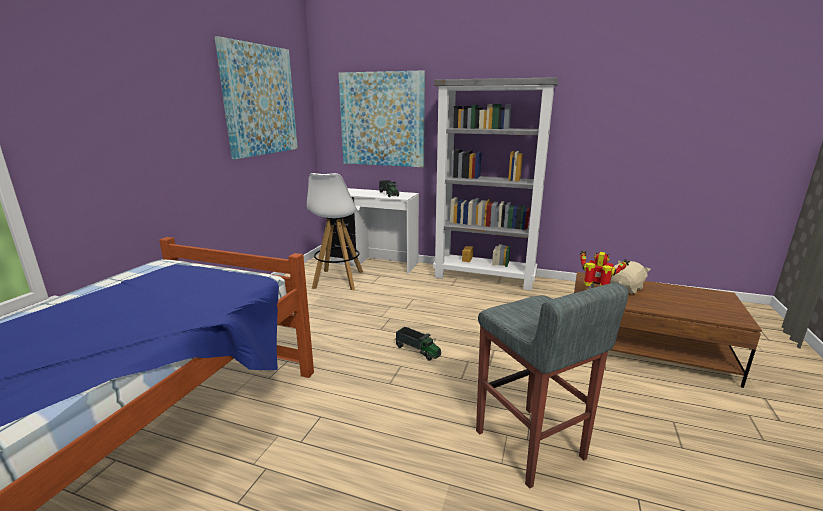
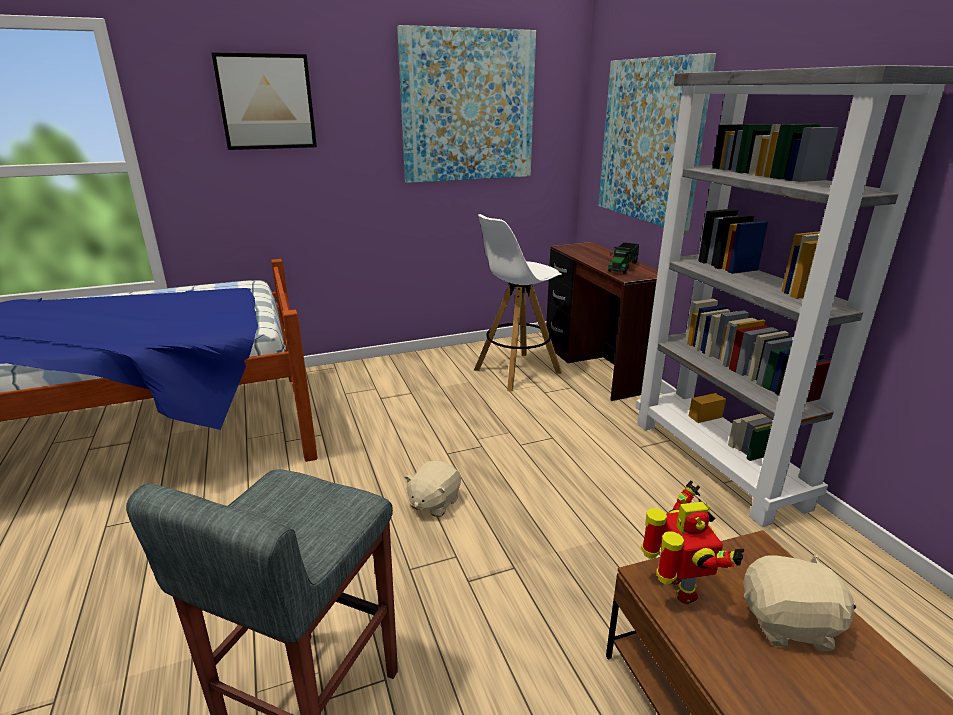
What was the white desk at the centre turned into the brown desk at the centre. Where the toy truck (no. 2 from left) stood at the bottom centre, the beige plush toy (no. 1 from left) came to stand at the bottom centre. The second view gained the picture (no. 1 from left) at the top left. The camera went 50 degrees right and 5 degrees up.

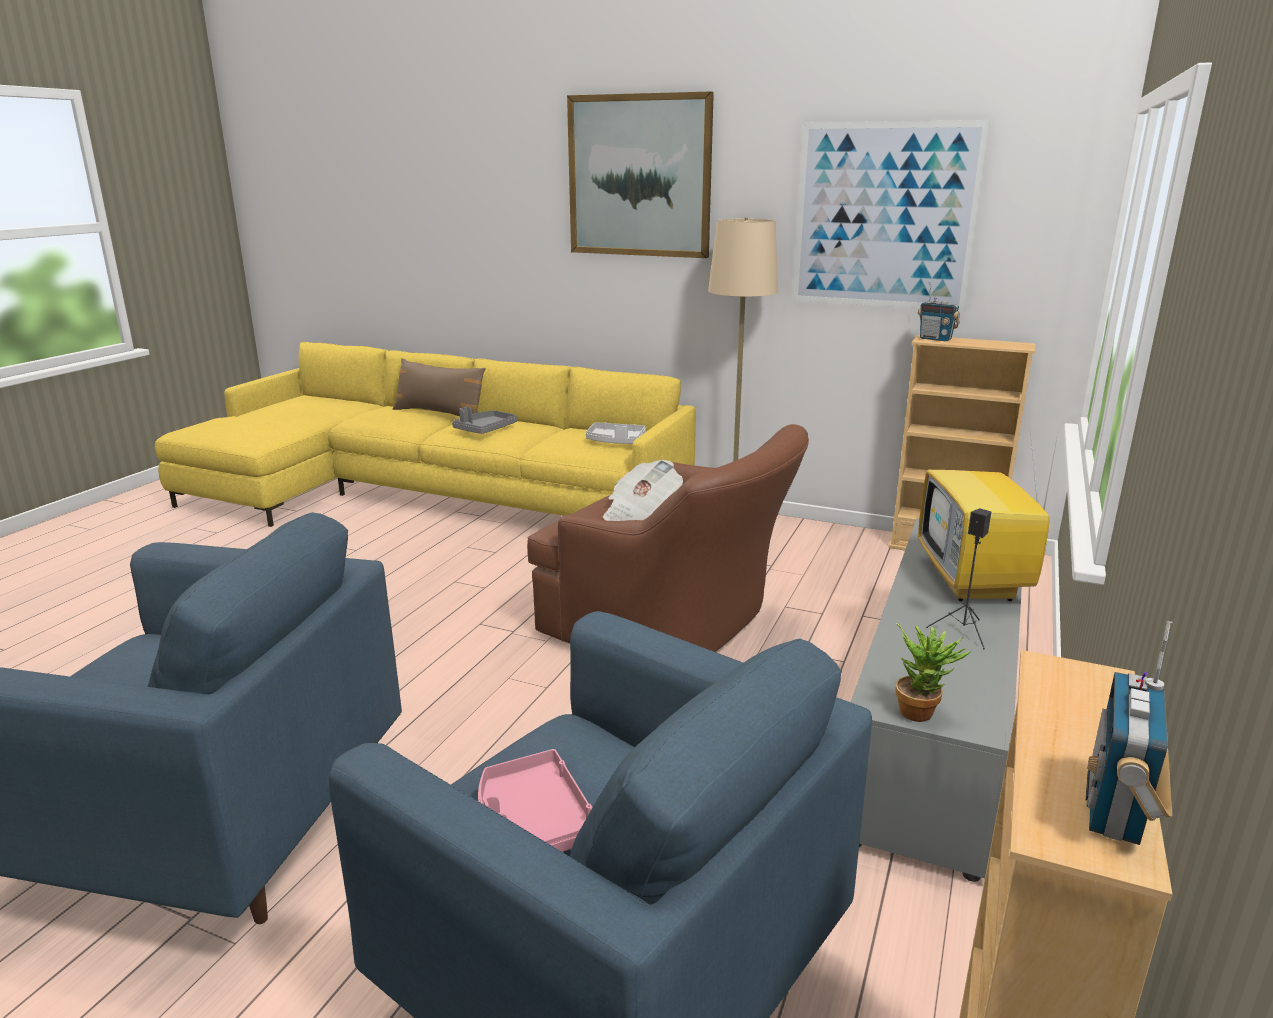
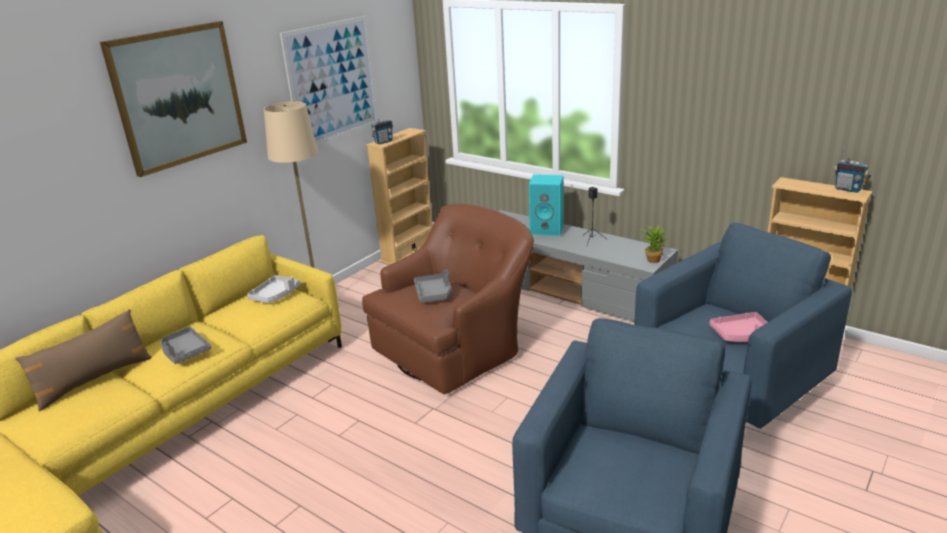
Where the television stood at the middle right, the turquoise speaker came to stand at the centre. Where the newspaper stood at the centre, the grey tray (no. 3 from left) came to stand at the centre. The camera went 75 degrees left and 5 degrees up.

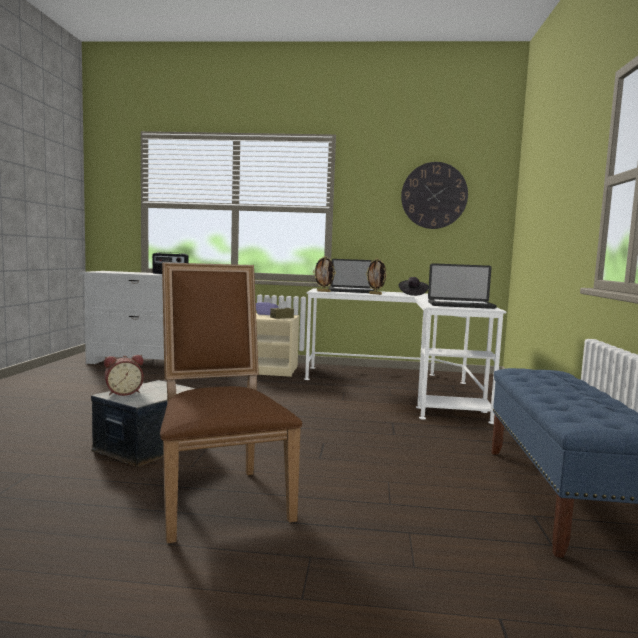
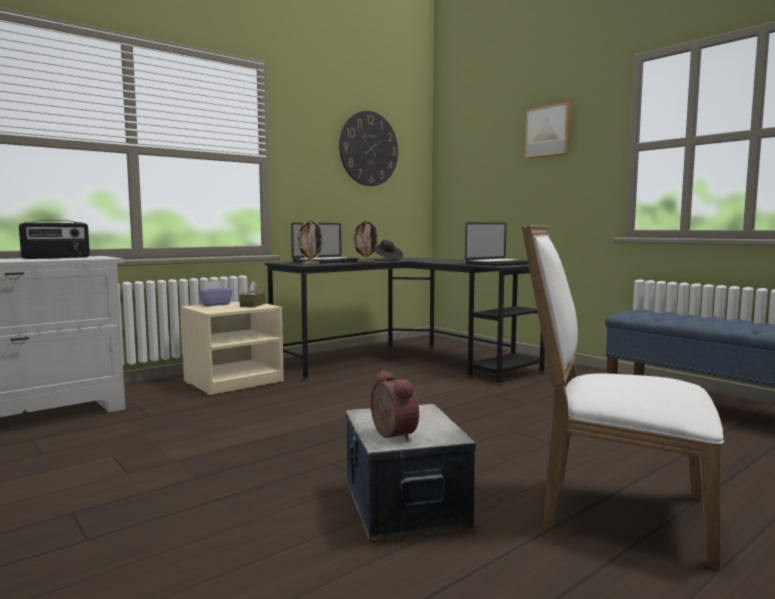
What was the brown chair at the centre turned into the white chair at the middle right. What was the white desk at the centre turned into the black desk at the centre. The alarm clock at the middle left ended up facing another way, 45 degrees counterclockwise from before. The second view gained the picture at the top right. The camera went 45 degrees left and 0 degrees up.

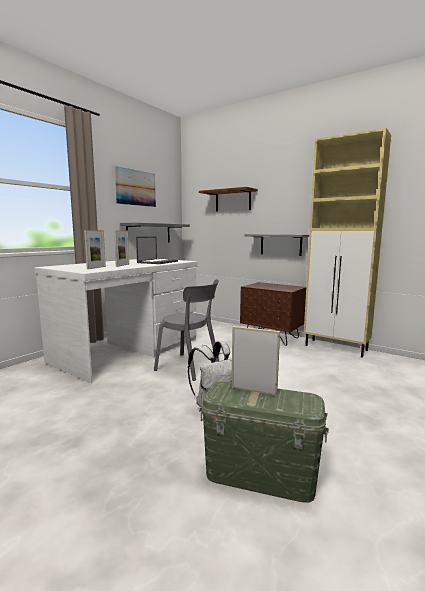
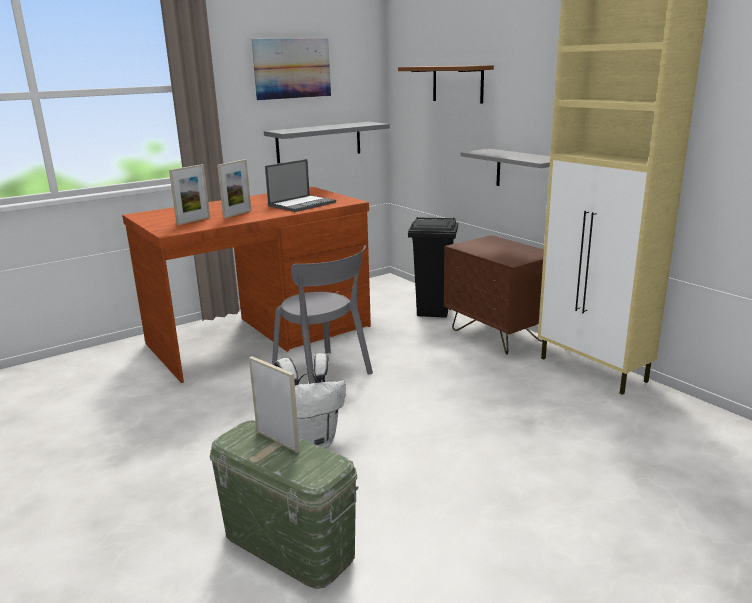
What was the white desk at the middle left turned into the brown desk at the middle left. The second view gained the black trash can at the centre. The camera went 20 degrees right and 10 degrees up.

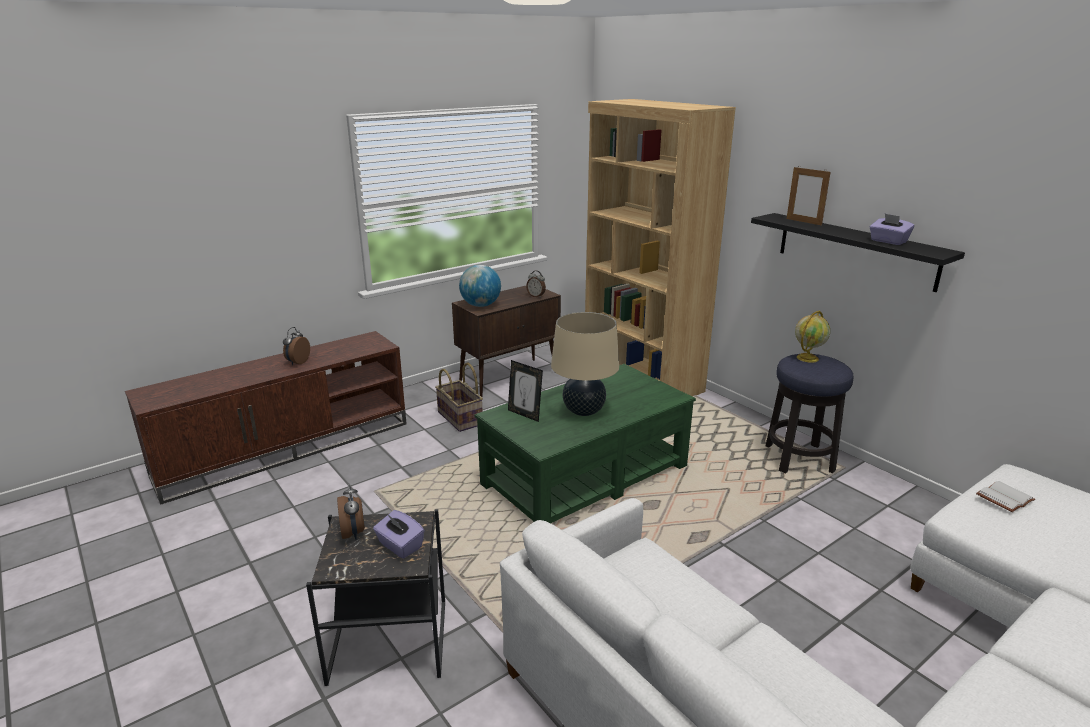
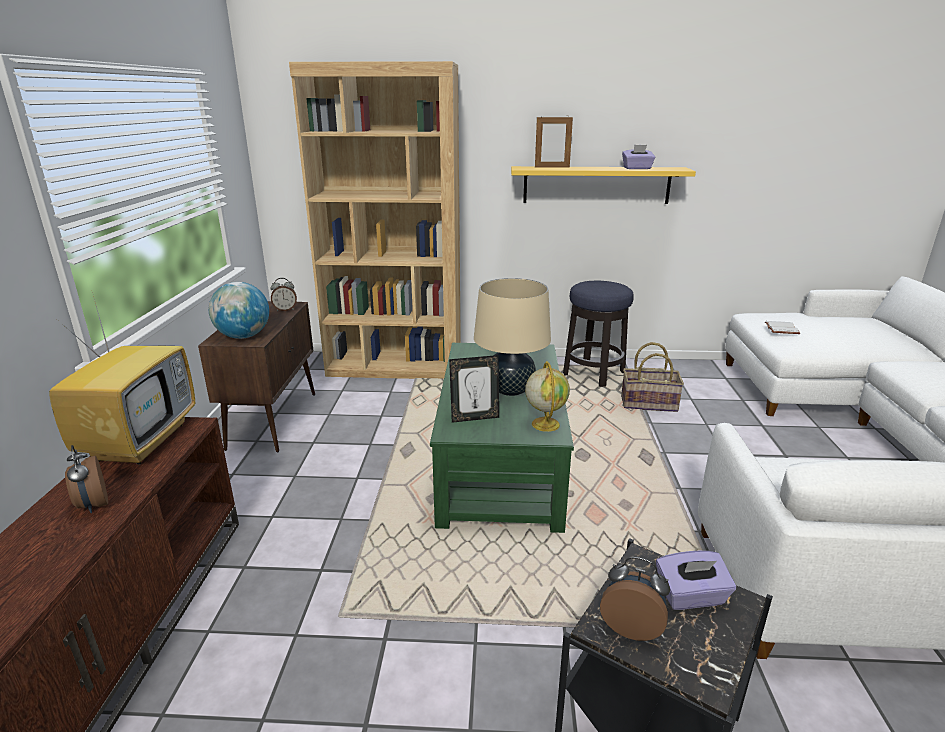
What was the black shelf at the middle right turned into the yellow shelf at the top centre. The globe (no. 2 from left) ended up elsewhere, having gone from the middle right to the centre. The basket ended up elsewhere, having gone from the centre to the middle right. The second view gained the television at the middle left. The camera went 50 degrees left and 0 degrees up.

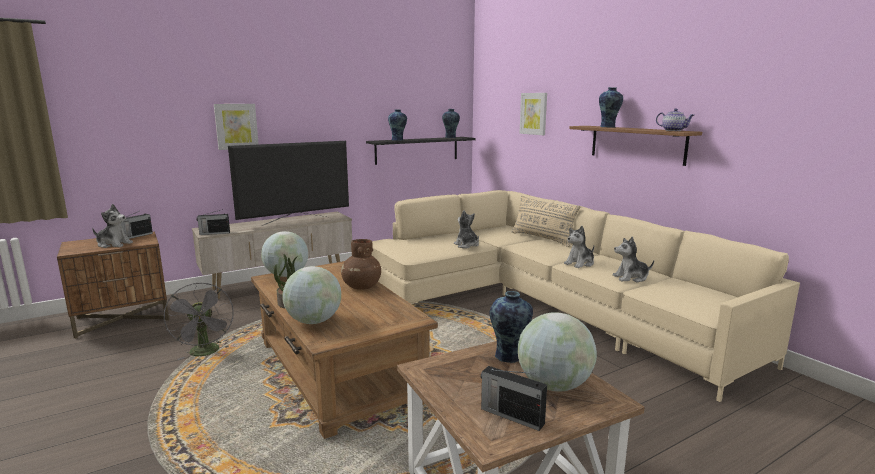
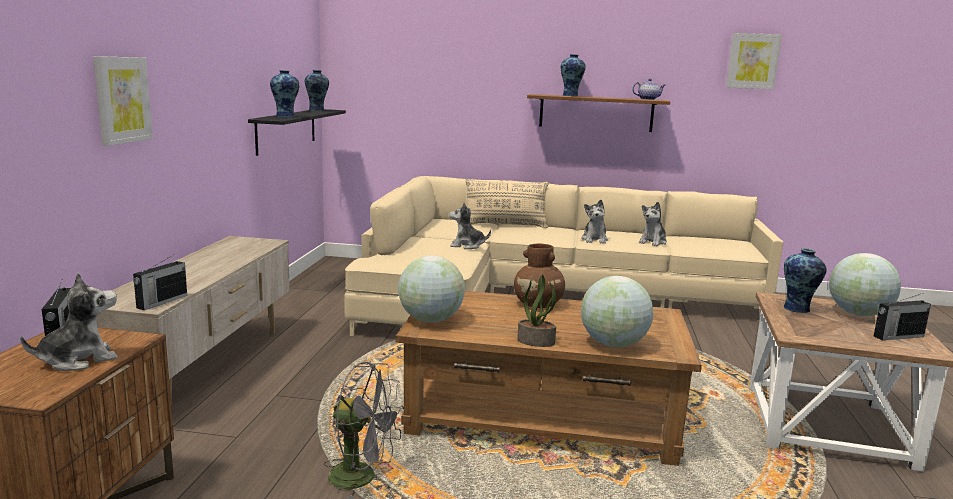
The picture (no. 2 from left) ended up elsewhere, having gone from the top centre to the top right. The second view lost the television at the middle left. The camera went 50 degrees left and 0 degrees up.

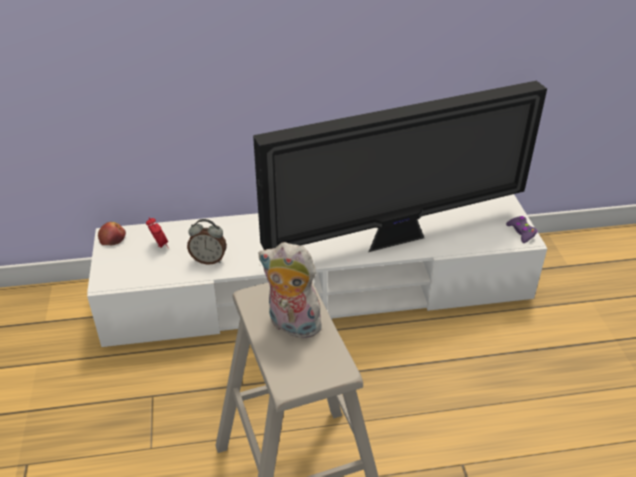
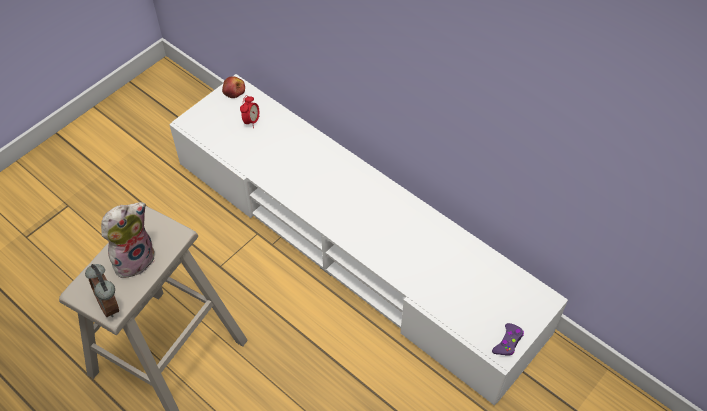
The second view lost the television at the centre. The alarm clock (no. 2 from left in the first image) ended up elsewhere, having gone from the middle left to the bottom left. The plush toy at the centre ended up facing another way, 60 degrees clockwise from before. The camera went 50 degrees right and 15 degrees up.

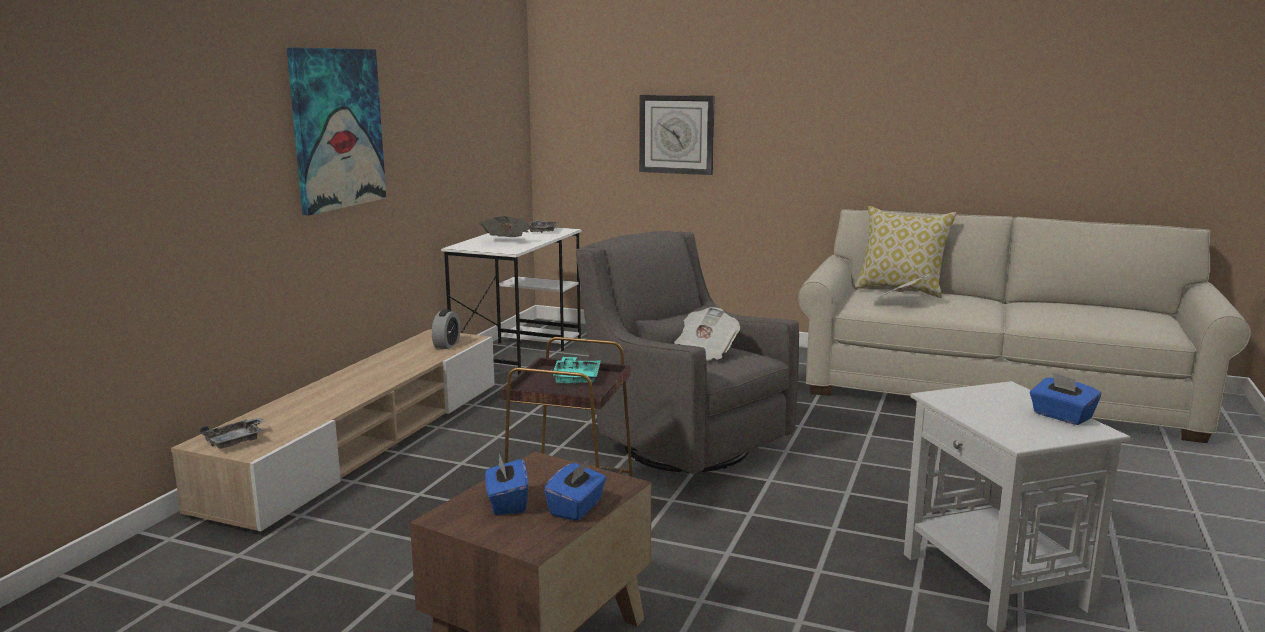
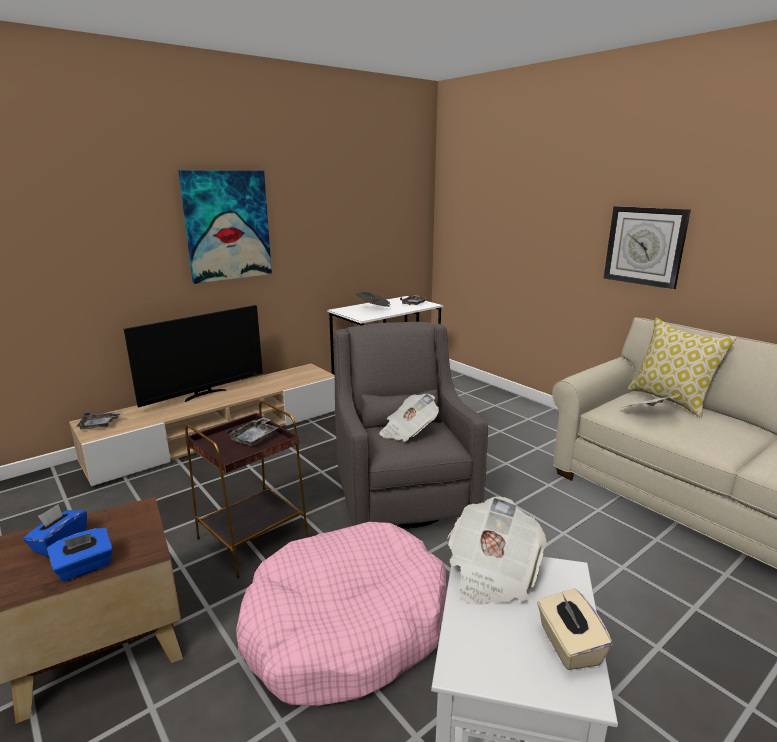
The wall clock ended up elsewhere, having gone from the top centre to the top right. The second view lost the alarm clock at the centre. What was the turquoise tray at the centre turned into the grey tray (no. 2 from left) at the middle left. What was the blue tissue box (no. 3 from left) at the middle right turned into the beige tissue box at the bottom right. The second view gained the television at the middle left. The second view gained the newspaper (no. 3 from left) at the bottom centre. The second view gained the pink dog bed at the bottom centre. The camera went 30 degrees right and 5 degrees up.

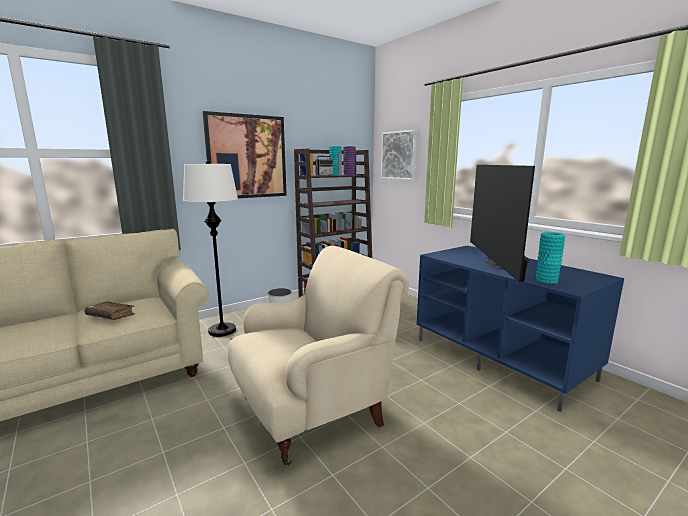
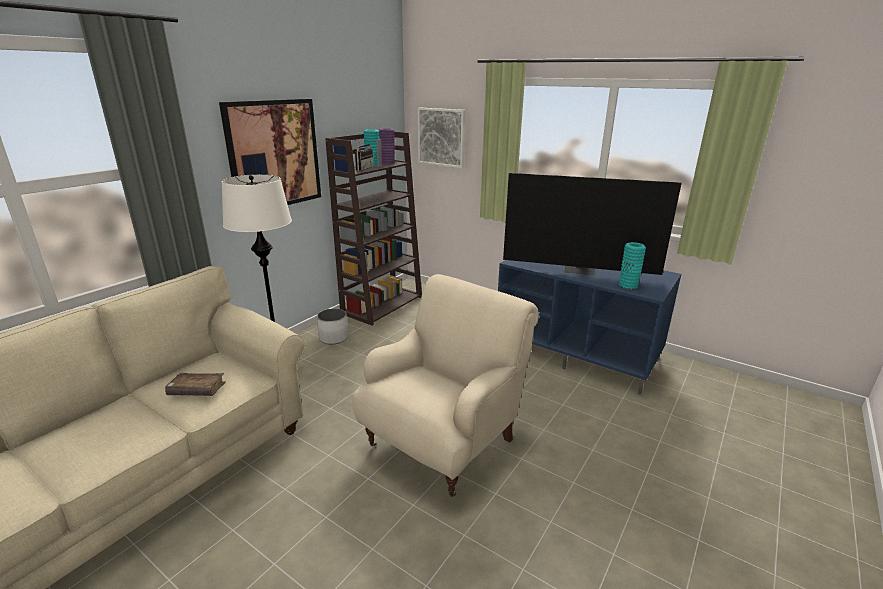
The television at the middle right ended up facing another way, 60 degrees counterclockwise from before. The camera went 20 degrees left and 10 degrees up.

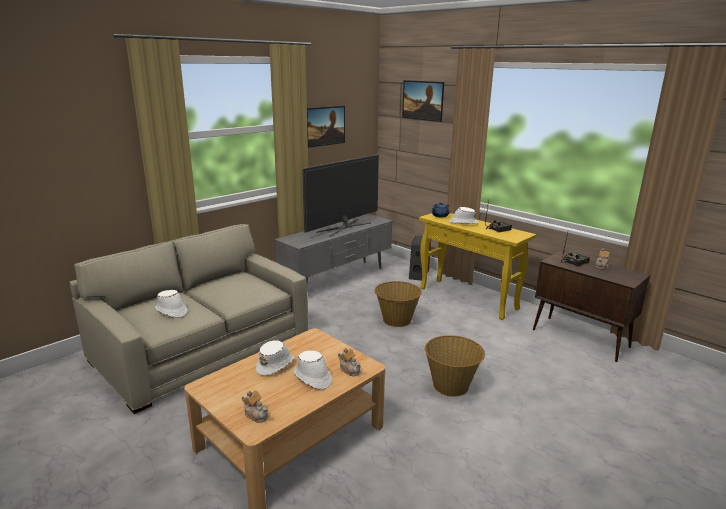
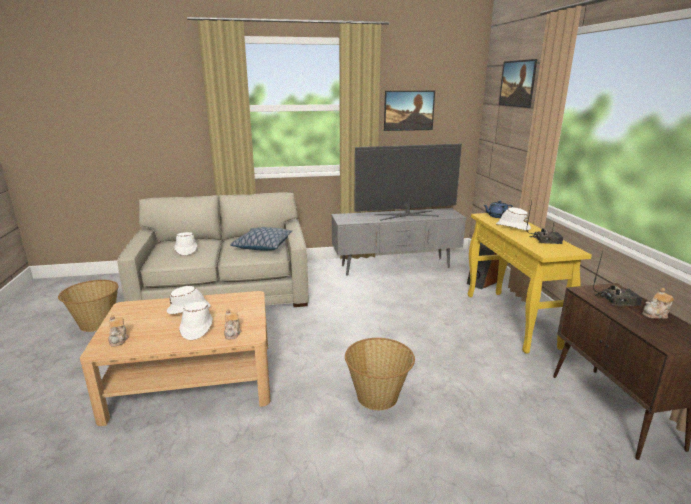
The basket (no. 1 from left) ended up elsewhere, having gone from the centre to the middle left. The second view gained the pillow at the centre. The camera went 35 degrees right and 0 degrees up.

